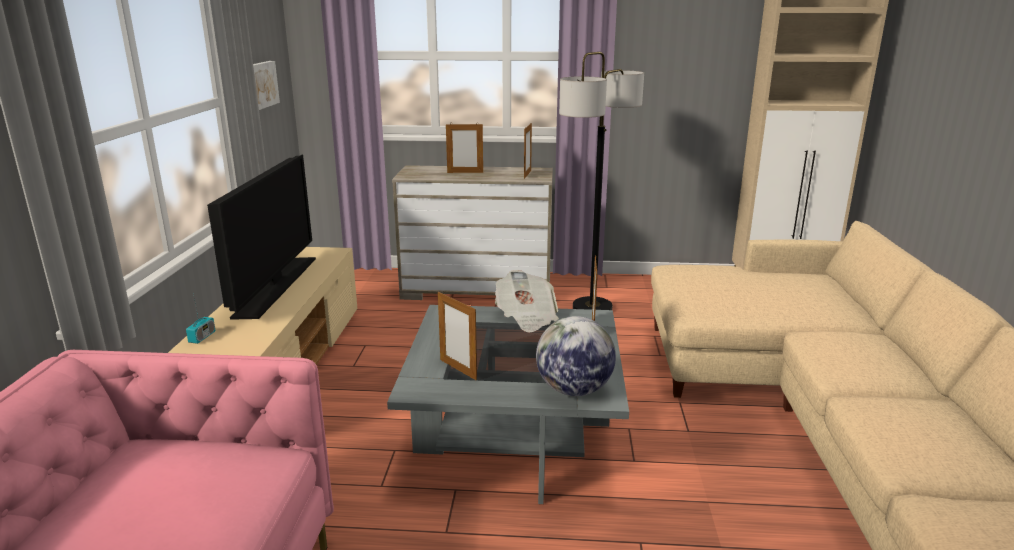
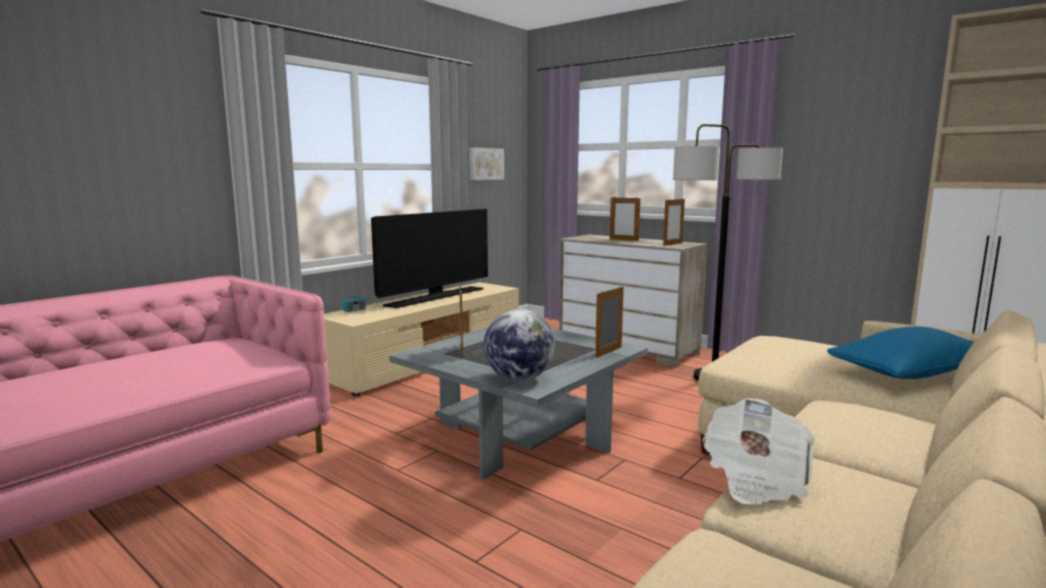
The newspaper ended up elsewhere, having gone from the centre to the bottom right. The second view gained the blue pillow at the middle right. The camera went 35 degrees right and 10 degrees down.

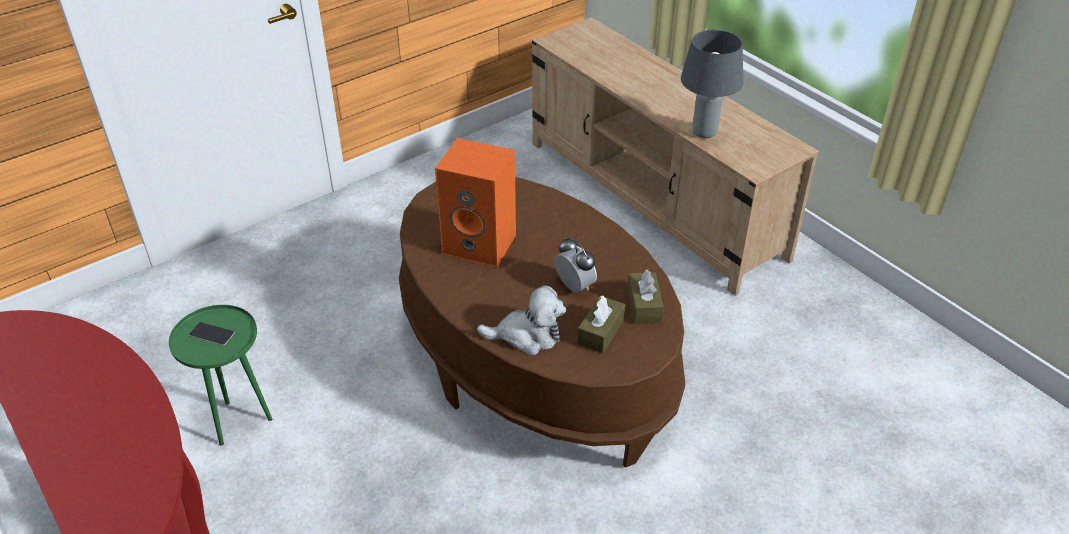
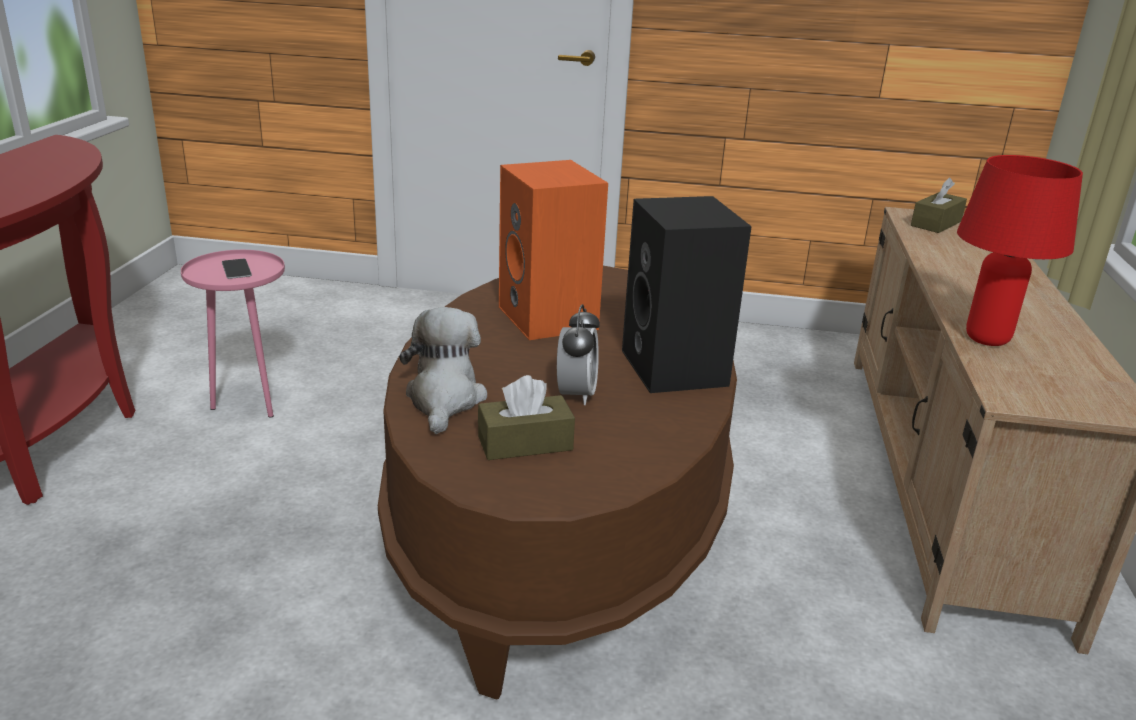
What was the grey table lamp at the top centre turned into the red table lamp at the middle right. The brown tissue box (no. 2 from left) ended up elsewhere, having gone from the centre to the top right. The plush toy at the centre ended up facing another way, 135 degrees counterclockwise from before. What was the green side table at the bottom left turned into the pink side table at the middle left. The second view gained the black speaker at the centre. The camera went 45 degrees right and 15 degrees down.

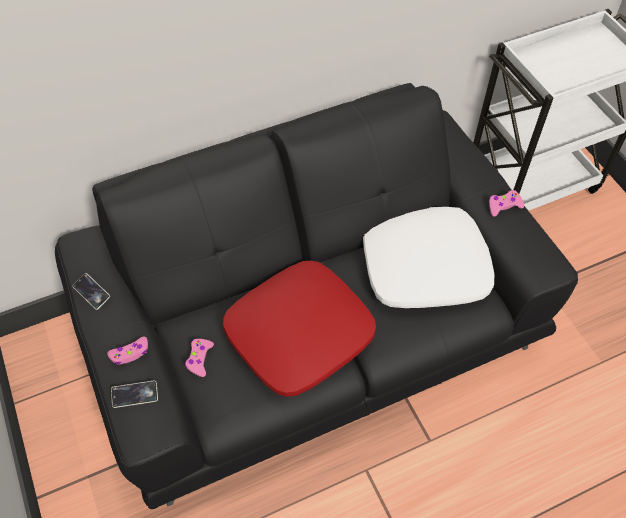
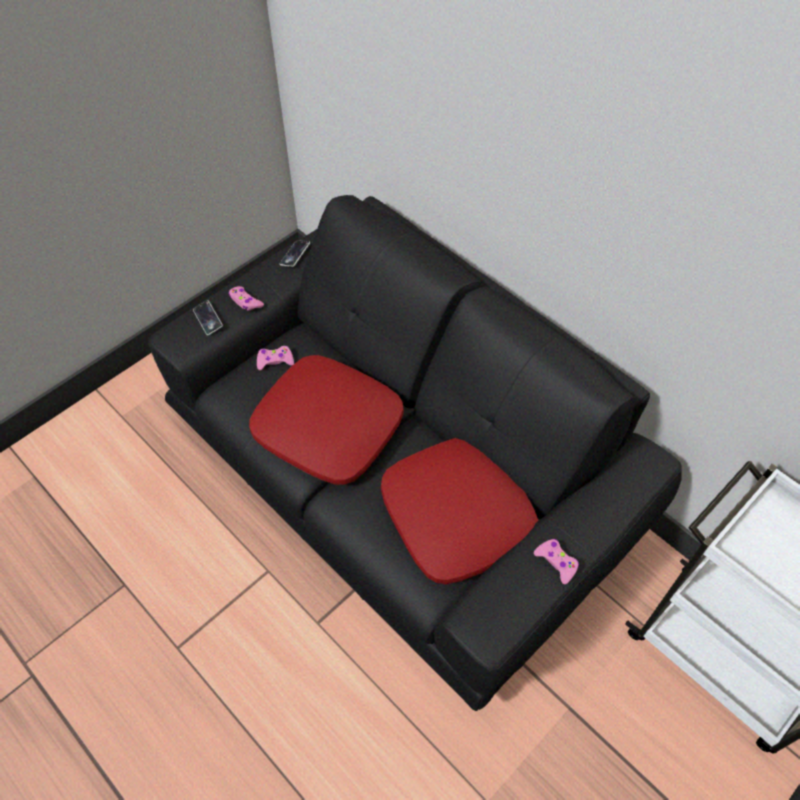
What was the white pillow at the middle right turned into the red pillow (no. 2 from left) at the centre. The camera went 70 degrees right and 0 degrees up.

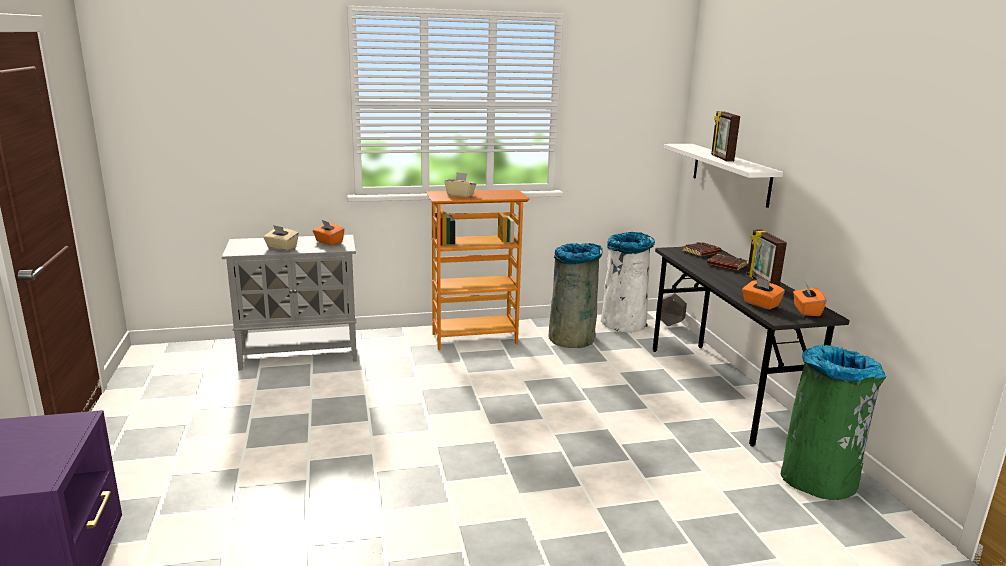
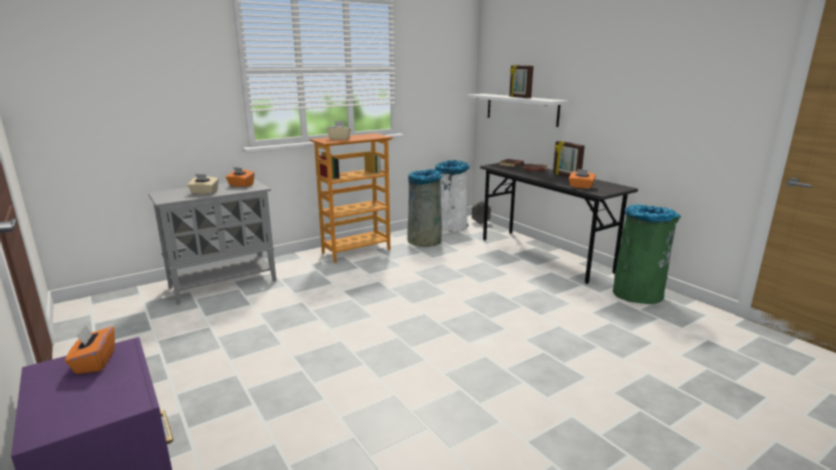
The orange tissue box (no. 3 from left in the first image) ended up elsewhere, having gone from the middle right to the bottom left. The camera went 20 degrees left and 0 degrees up.

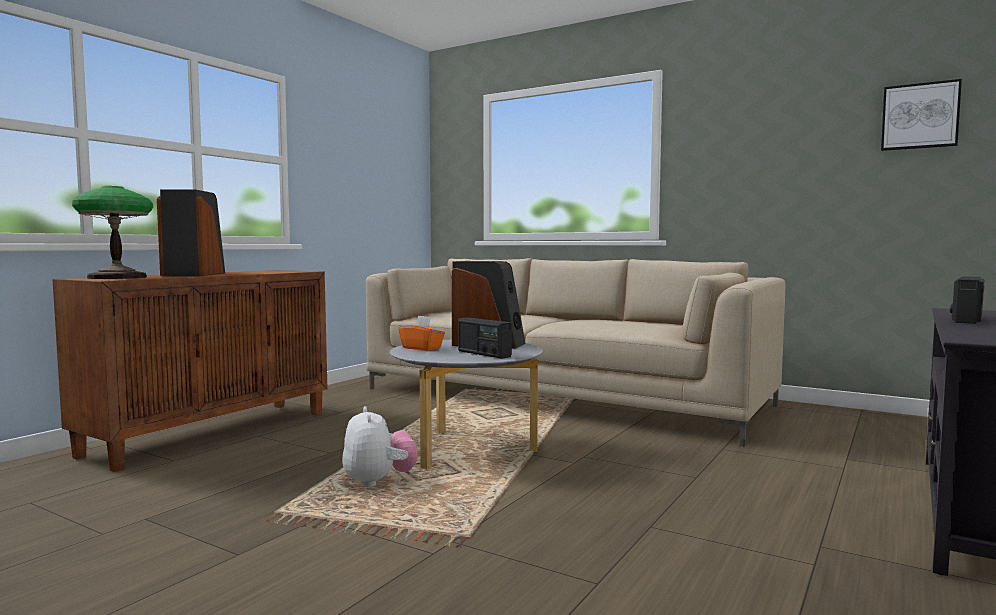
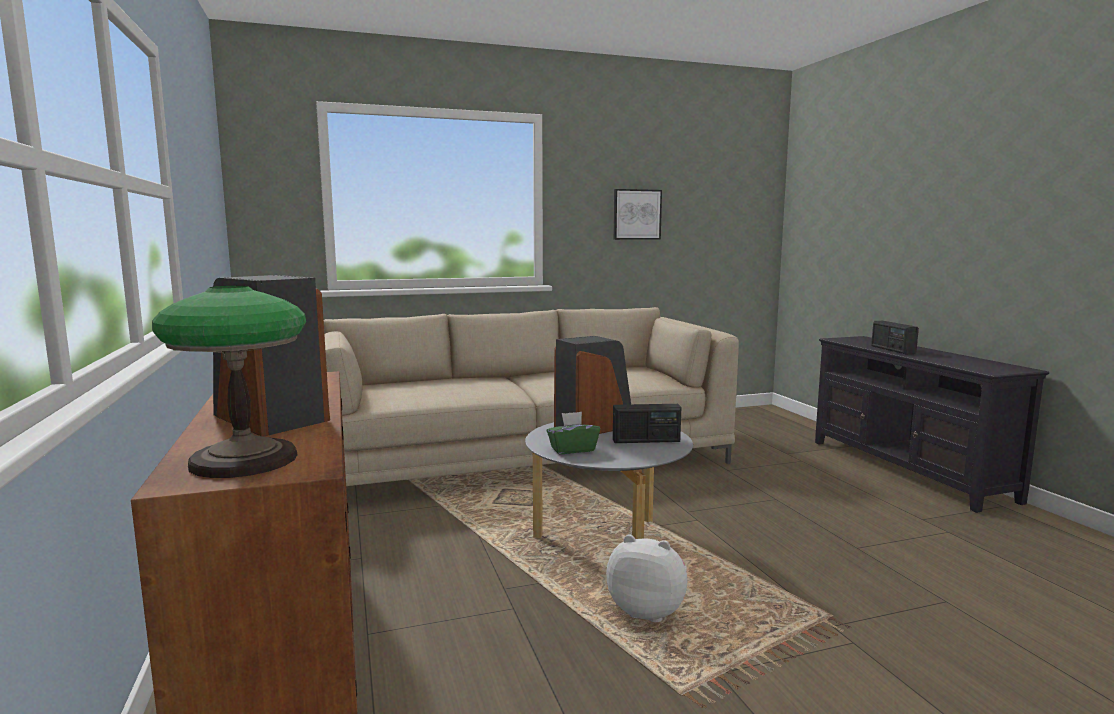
The picture ended up elsewhere, having gone from the top right to the top centre. What was the orange tissue box at the centre turned into the green tissue box at the centre. The camera went 50 degrees left and 5 degrees up.

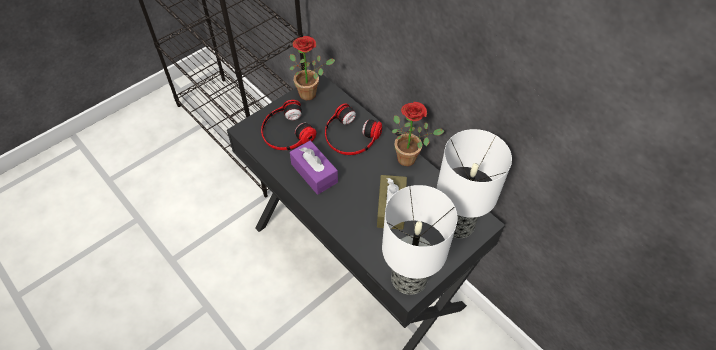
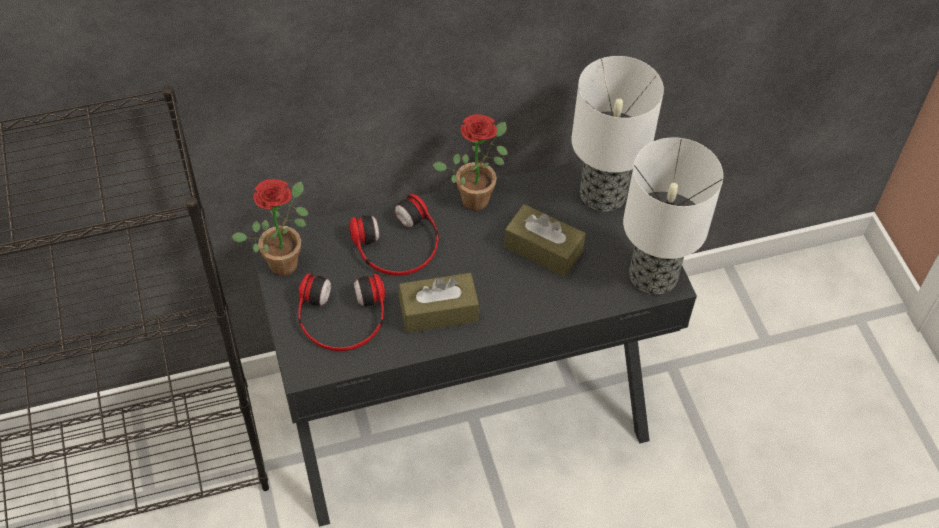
What was the purple tissue box at the centre turned into the brown tissue box (no. 1 from left) at the centre. The camera went 65 degrees left and 0 degrees up.

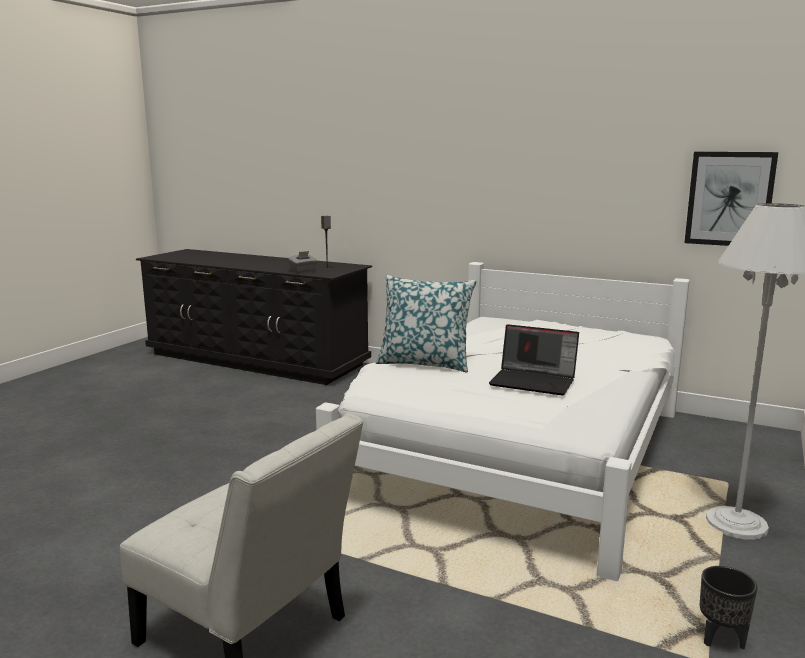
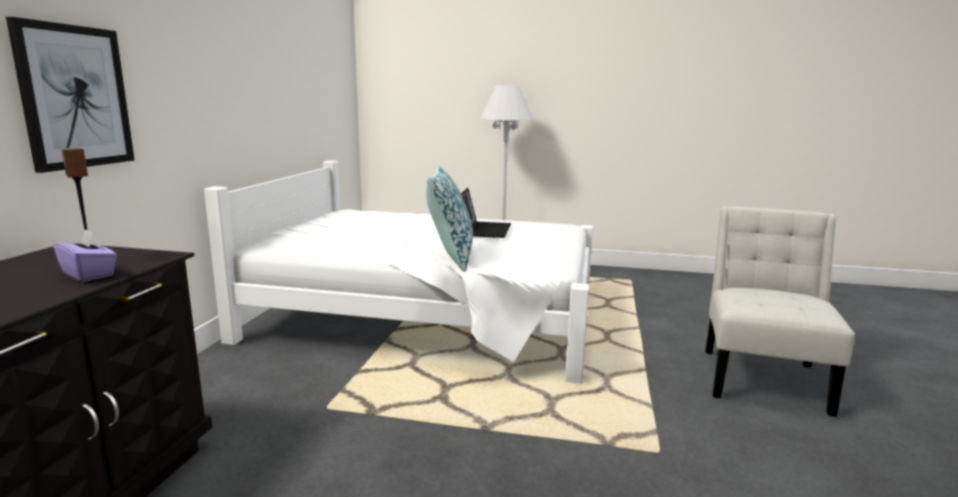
The picture ended up elsewhere, having gone from the top right to the top left. What was the grey tissue box at the centre turned into the purple tissue box at the middle left. The second view lost the black planter at the bottom right. The camera went 105 degrees left and 0 degrees up.

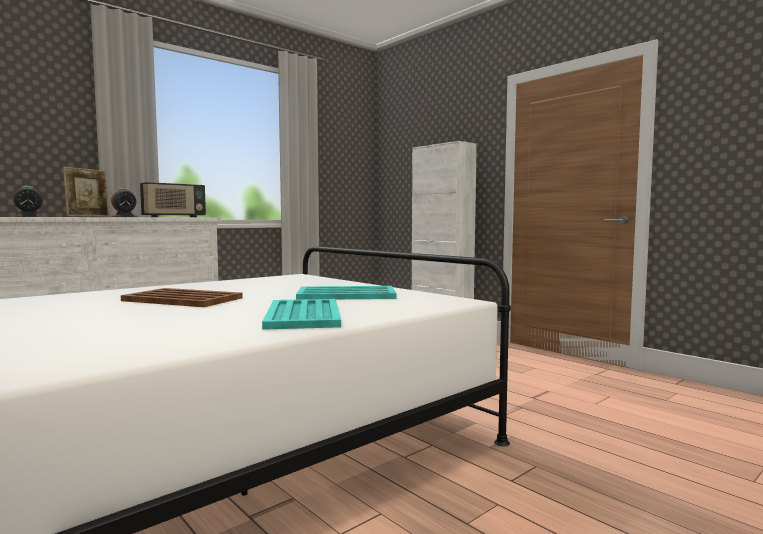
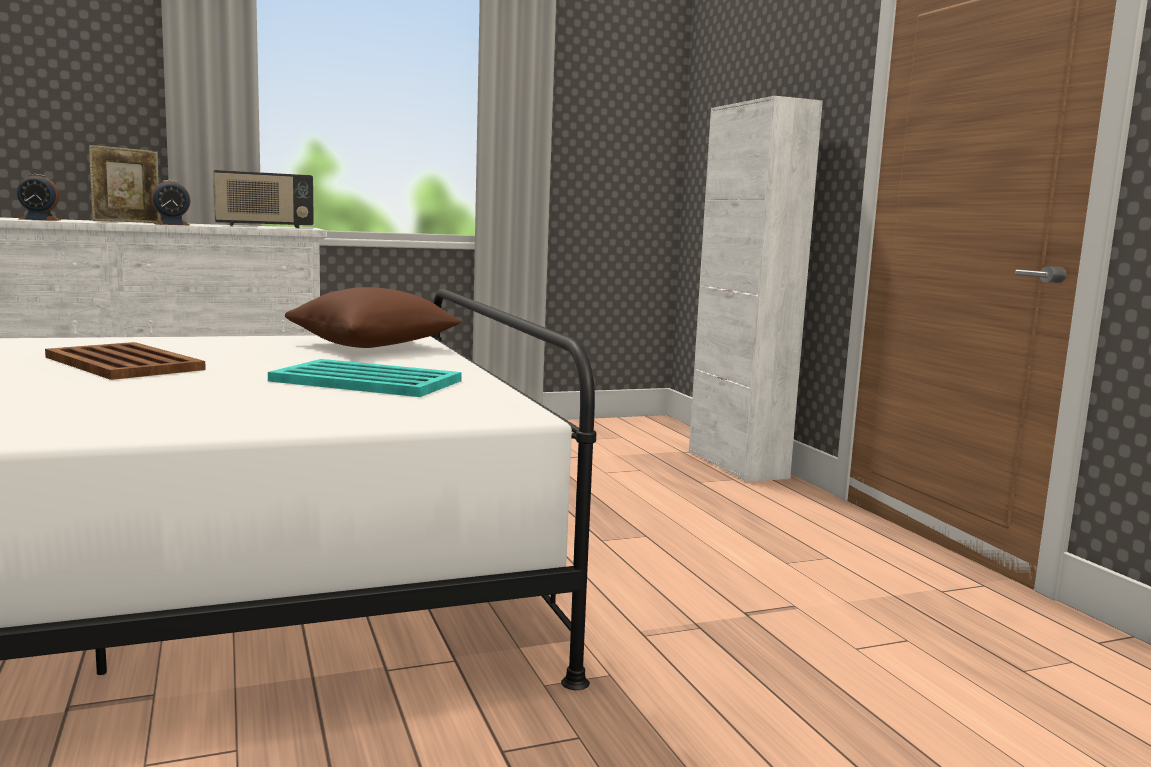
The second view lost the turquoise tray (no. 1 from left) at the centre. The second view gained the brown pillow at the middle left. The camera went 20 degrees right and 5 degrees up.

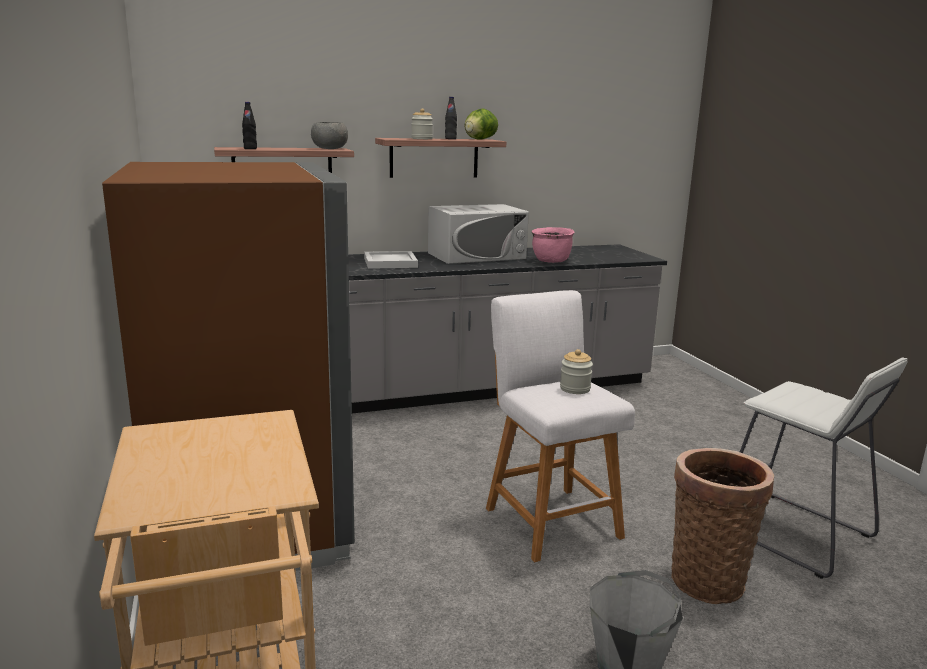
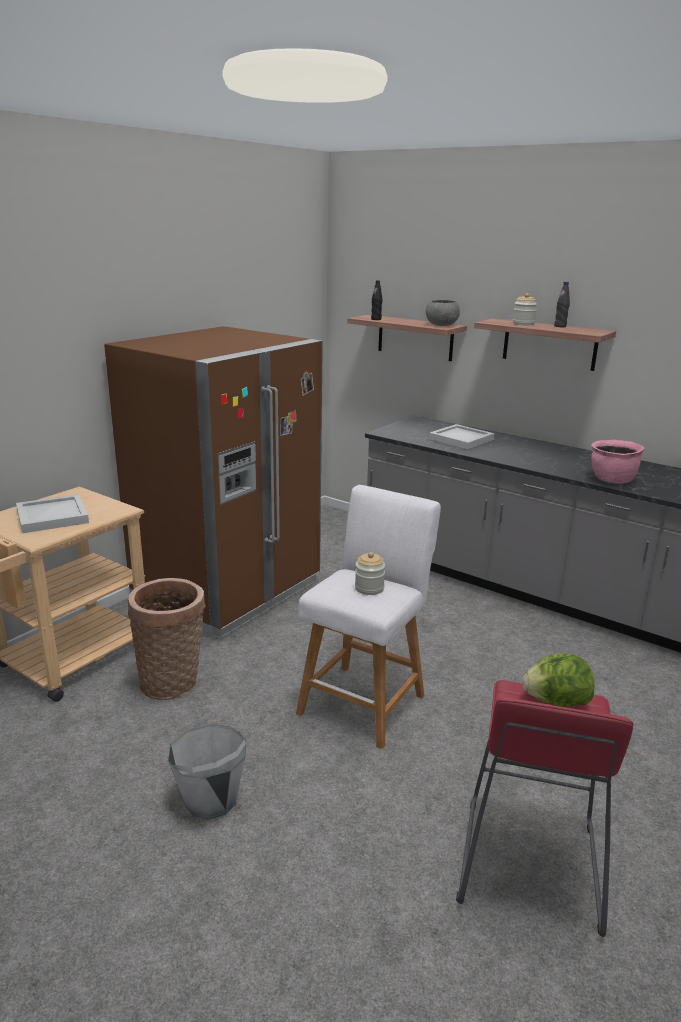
The lettuce ended up elsewhere, having gone from the top centre to the middle right. The second view lost the white microwave at the centre. What was the white stool (no. 2 from left) at the bottom right turned into the red stool at the bottom right. The basket ended up elsewhere, having gone from the bottom right to the middle left. The second view gained the white tray (no. 1 from left) at the middle left. The camera went 55 degrees right and 5 degrees up.

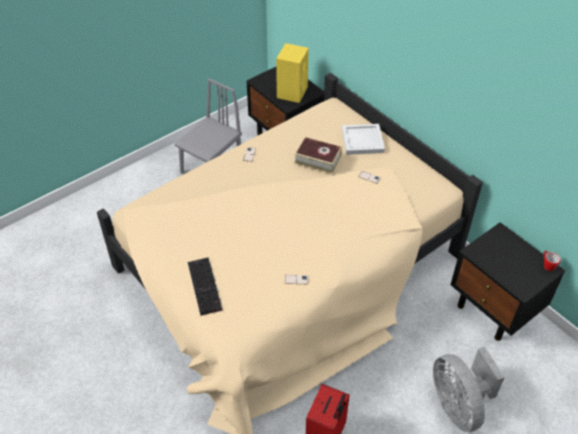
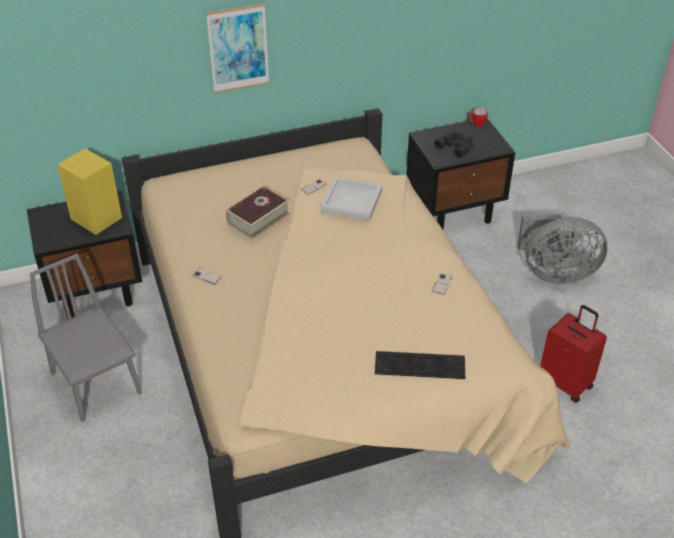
The white tray ended up elsewhere, having gone from the top centre to the centre. The second view gained the picture at the top centre. The second view gained the black binoculars at the top right. The camera went 70 degrees left and 5 degrees down.

